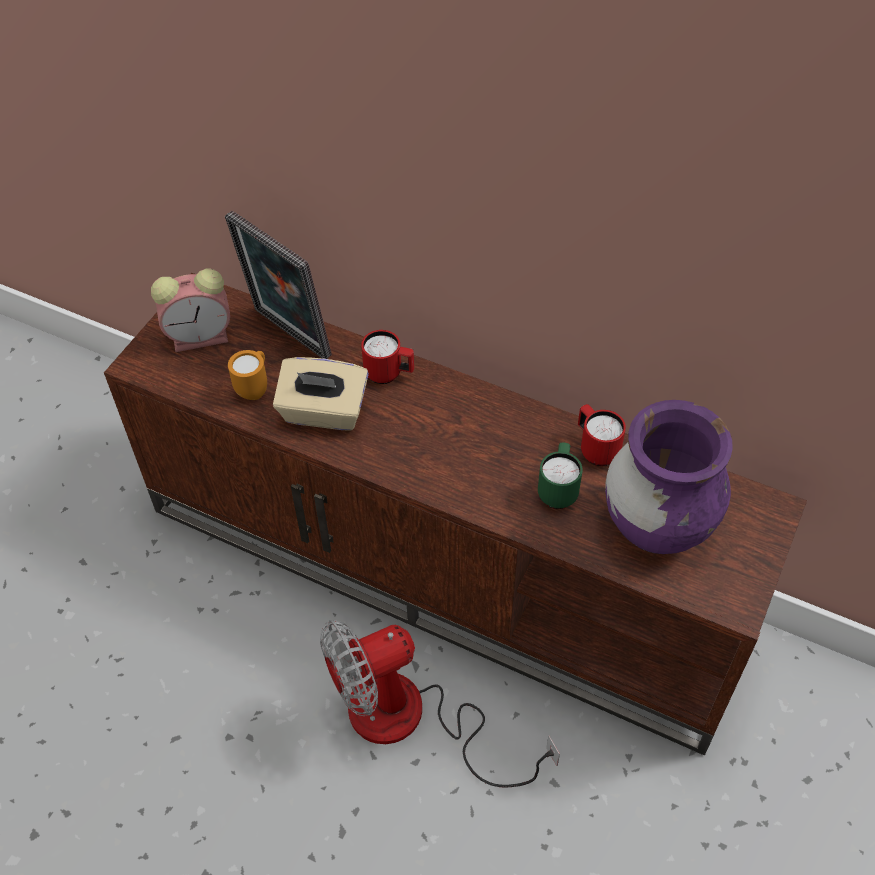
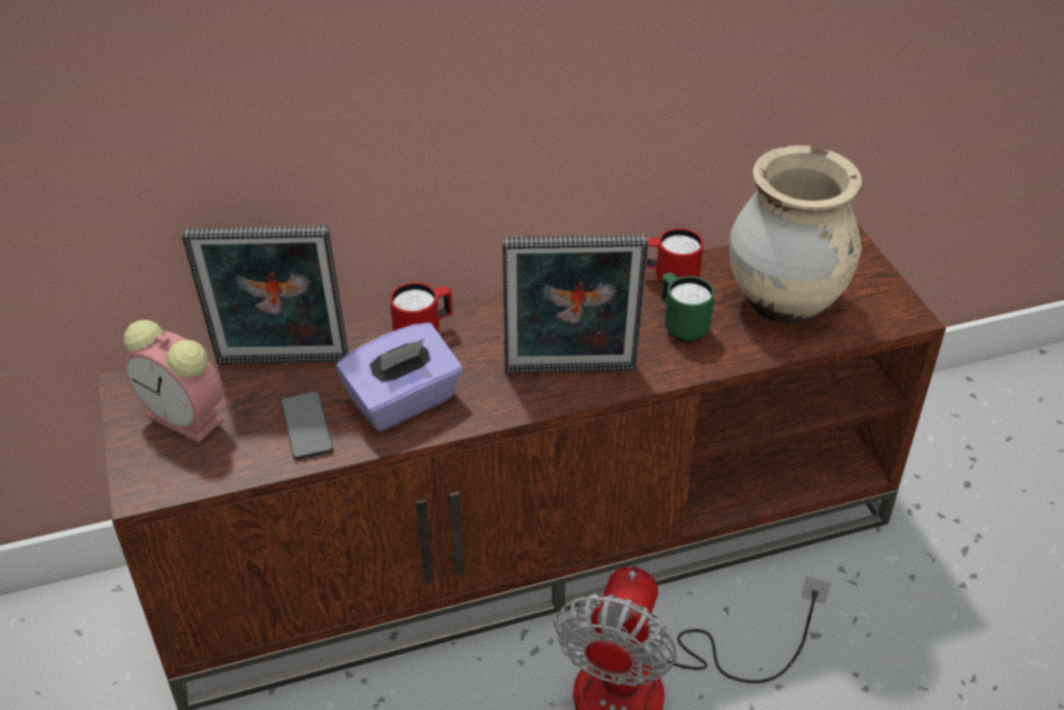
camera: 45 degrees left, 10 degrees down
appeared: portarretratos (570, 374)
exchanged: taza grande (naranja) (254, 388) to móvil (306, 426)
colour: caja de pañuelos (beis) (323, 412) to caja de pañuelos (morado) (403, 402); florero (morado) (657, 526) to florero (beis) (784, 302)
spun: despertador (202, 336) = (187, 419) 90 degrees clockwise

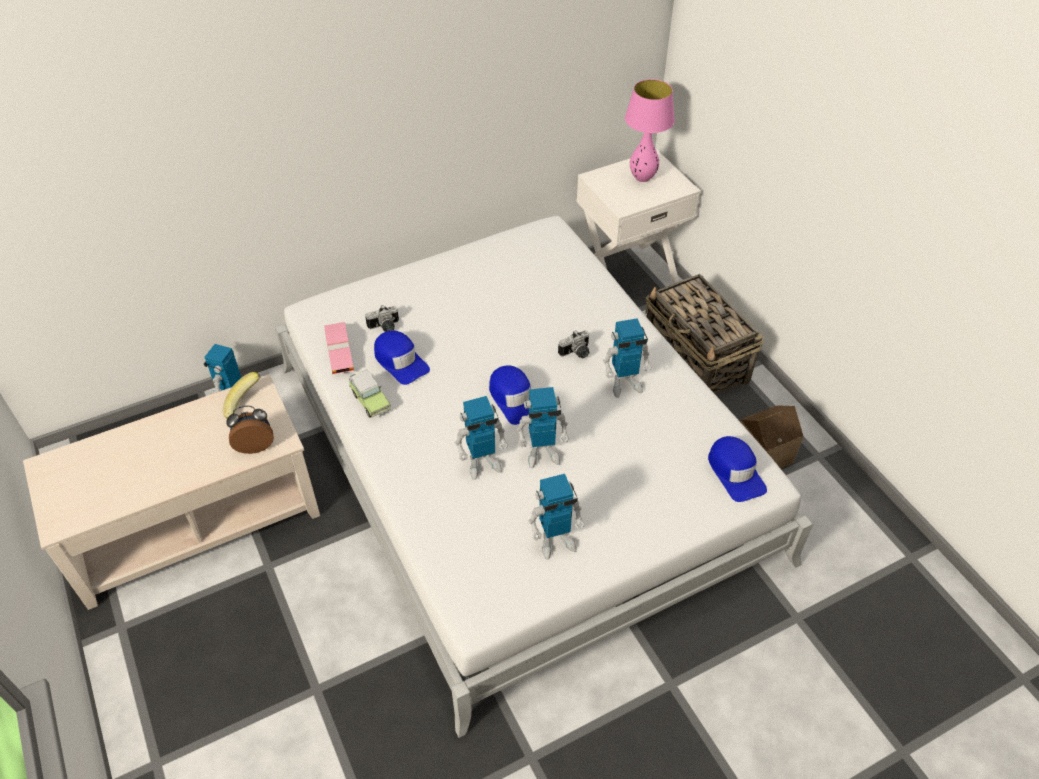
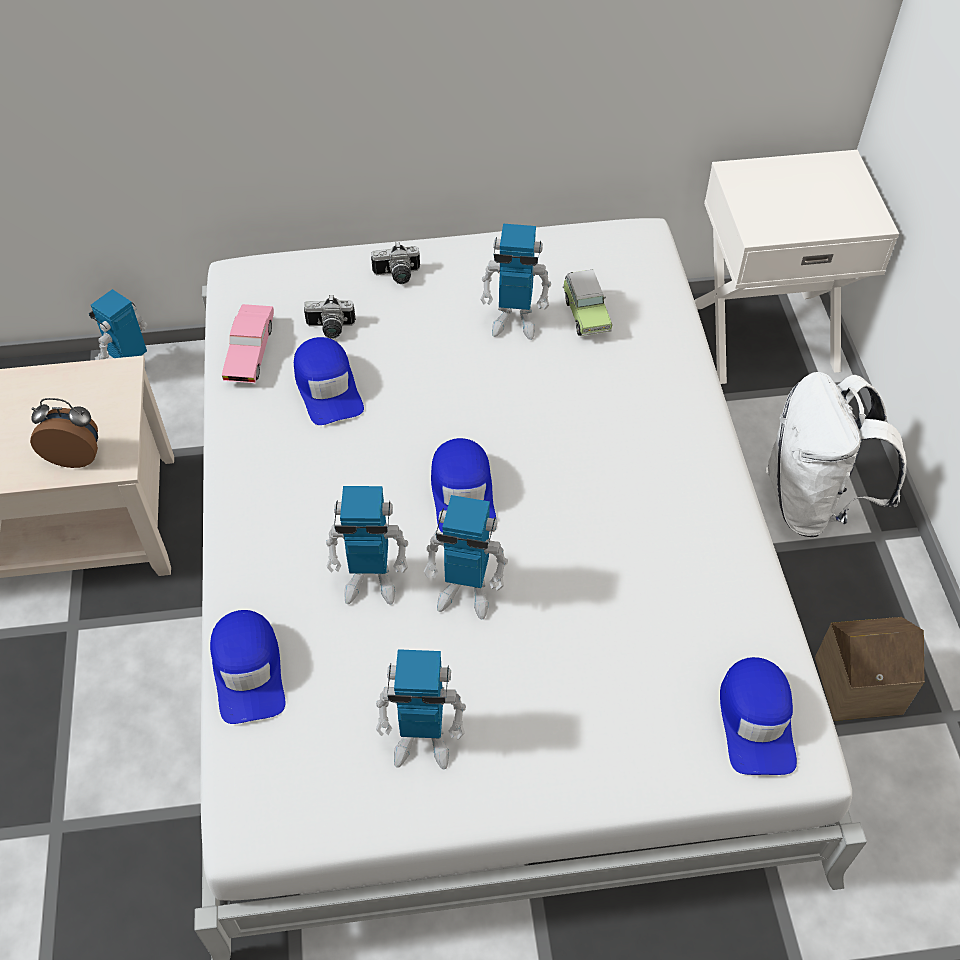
camera: 20 degrees right, 5 degrees up
missing: lámpara de mesa (rosa) (642, 178); plátano (245, 408)
appeared: gorra (azul) (248, 670)
relocated: robot de juguete (624, 383) to (514, 321); cámara (576, 353) to (397, 276); coche de juguete (370, 400) to (585, 313)
exchanged: cesta (696, 362) to mochila (blanco) (813, 502)

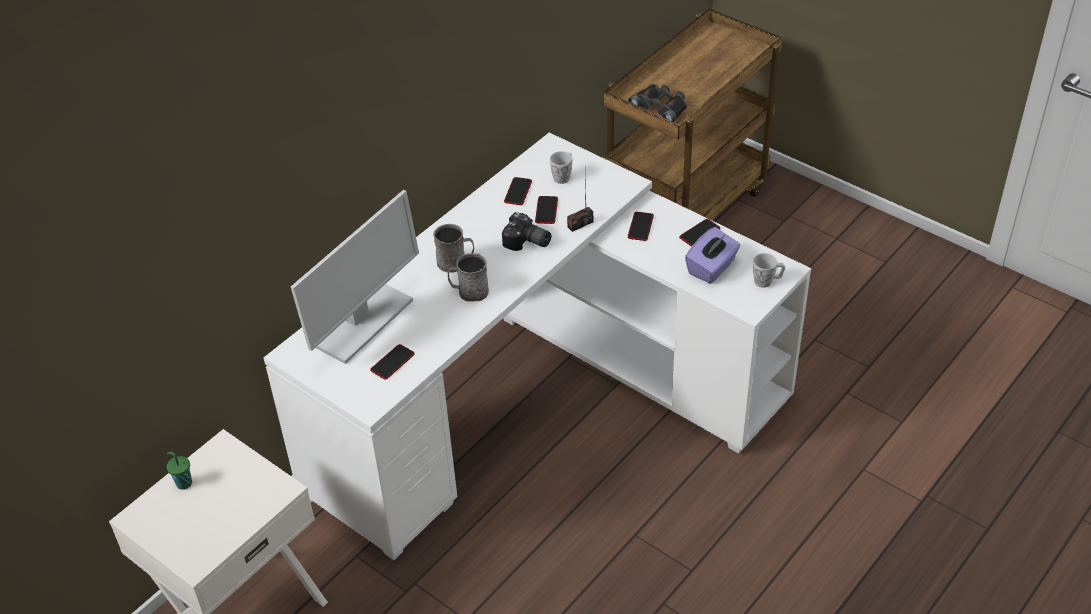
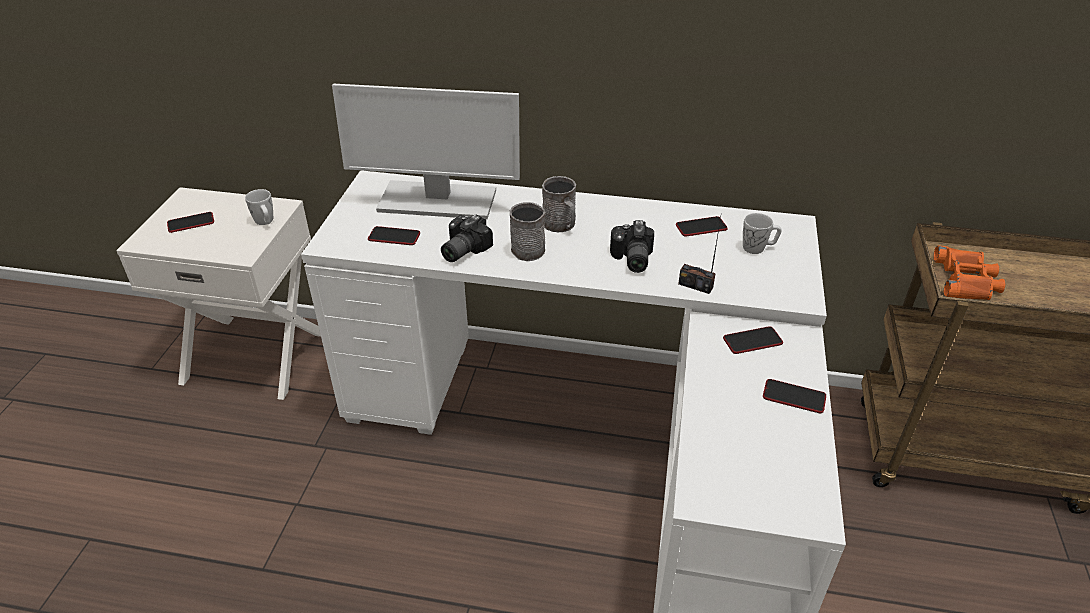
camera: 60 degrees right, 5 degrees down
missing: caja de pañuelos (morado) (712, 268); taza (verde) (183, 483)
appeared: cámara (461, 250)
relocated: móvil (546, 210) to (191, 223); taza grande (blanco) (767, 281) to (265, 222)
colour: prismáticos (negro) (661, 106) to prismáticos (naranja) (966, 280)

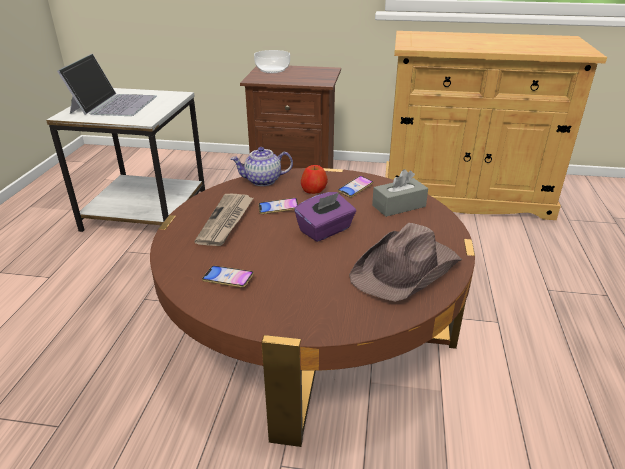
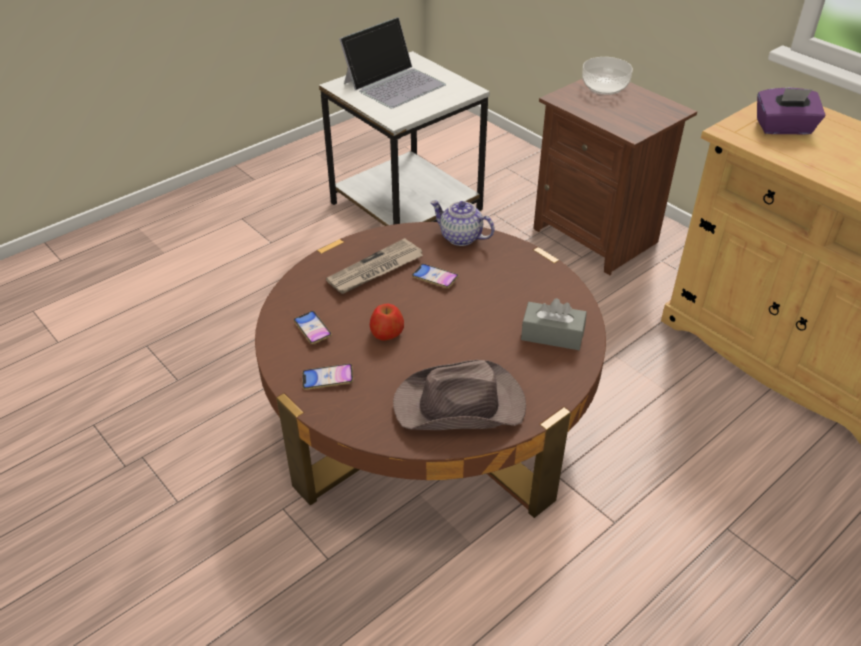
camera: 40 degrees right, 10 degrees up
relocated: manzana (314, 190) to (386, 333); móvil (355, 189) to (328, 379); caja de pañuelos (morado) (325, 230) to (784, 128)

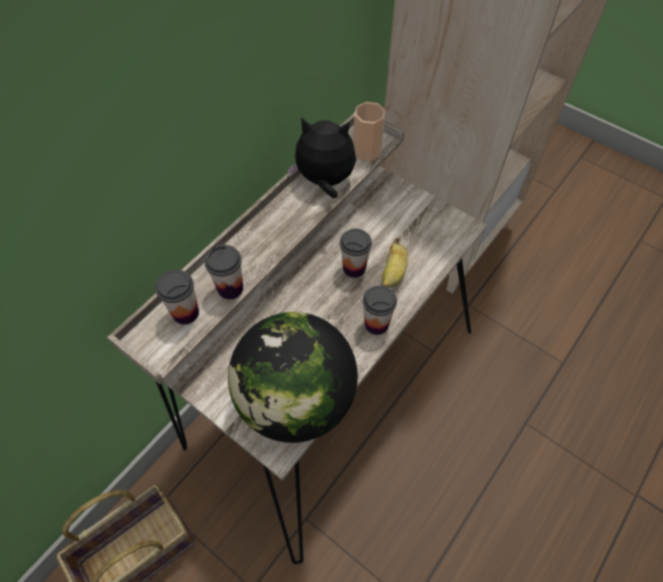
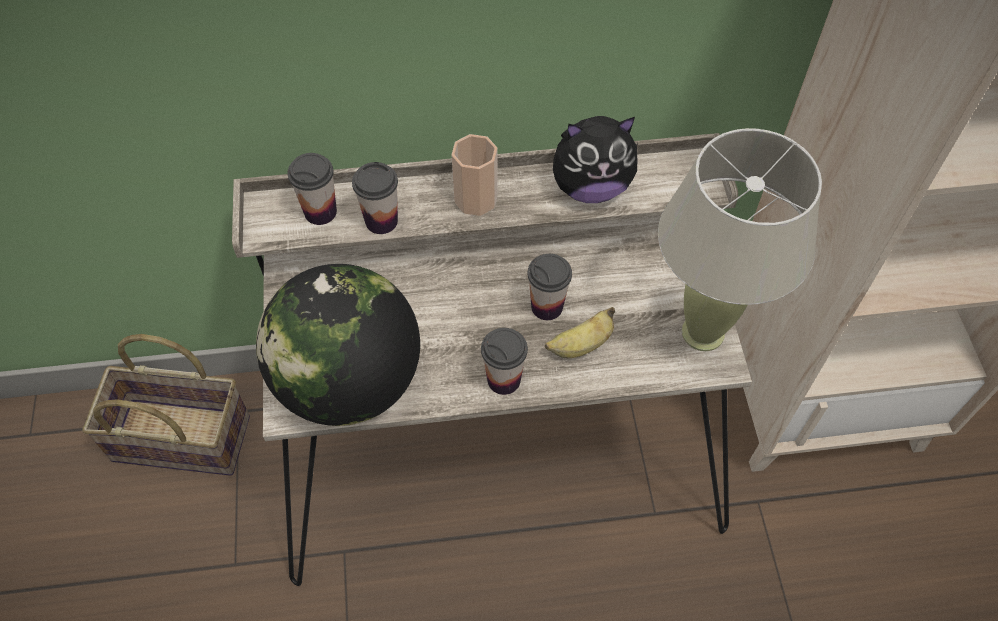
camera: 45 degrees right, 0 degrees up
appeared: lámpara de mesa (beis) (703, 332)
relocated: taza (367, 151) to (476, 199)
spun: peluche (325, 181) = (590, 187) 120 degrees clockwise

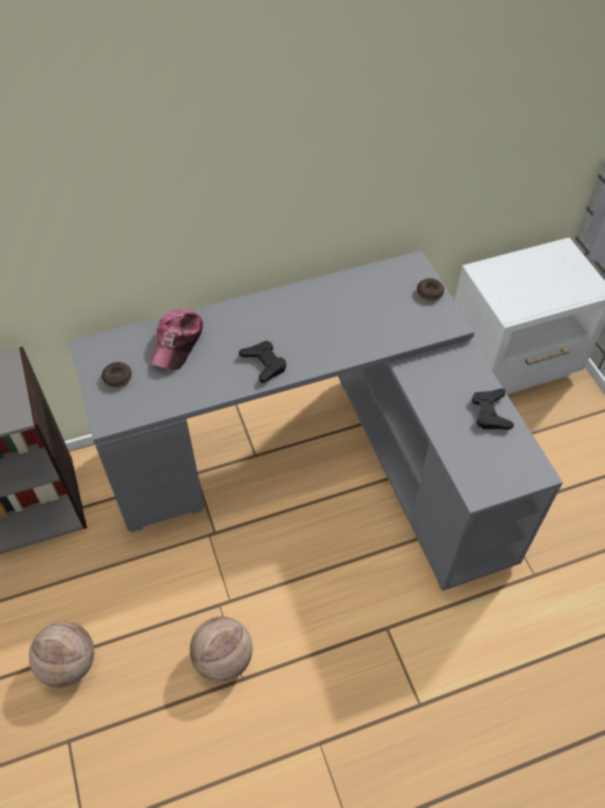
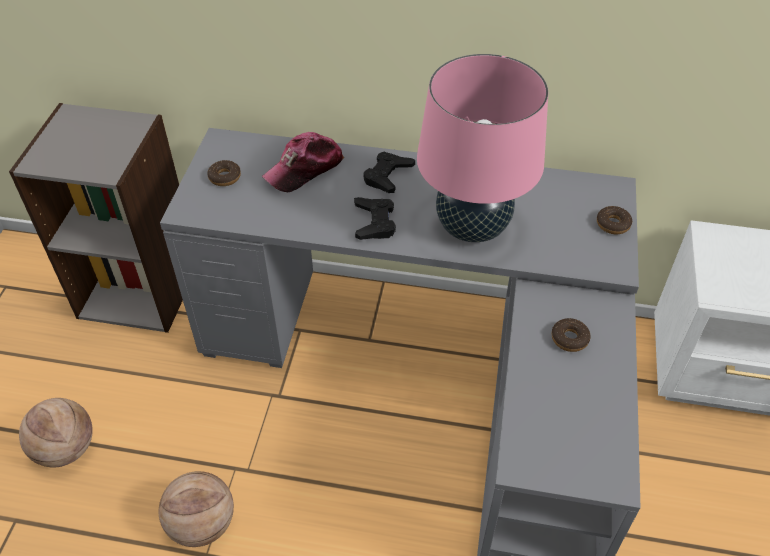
camera: 30 degrees right, 5 degrees down
appeared: lámpara de mesa (rosa) (472, 227); rosquilla (569, 338)
relocated: mando de consola (negro) (490, 412) to (387, 176)

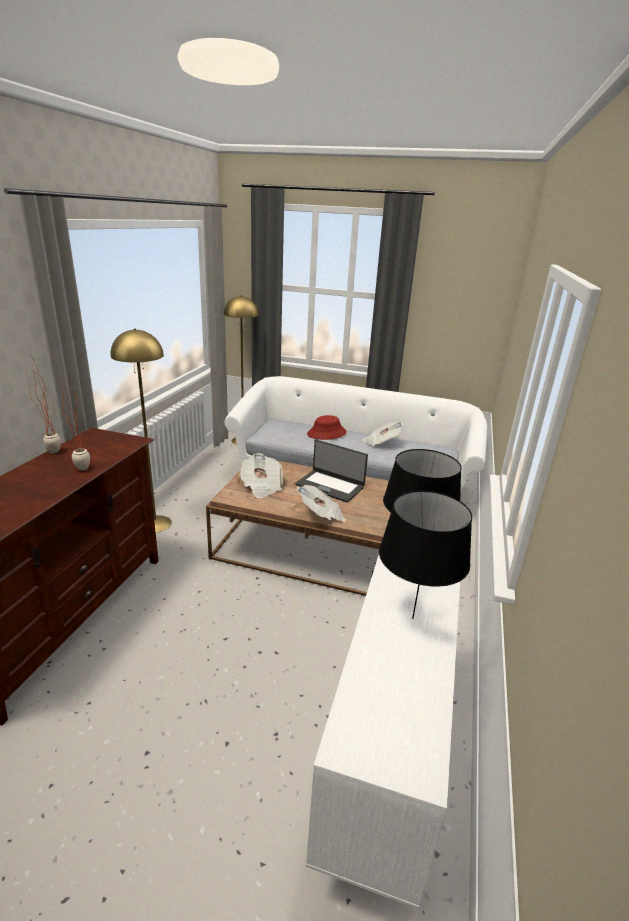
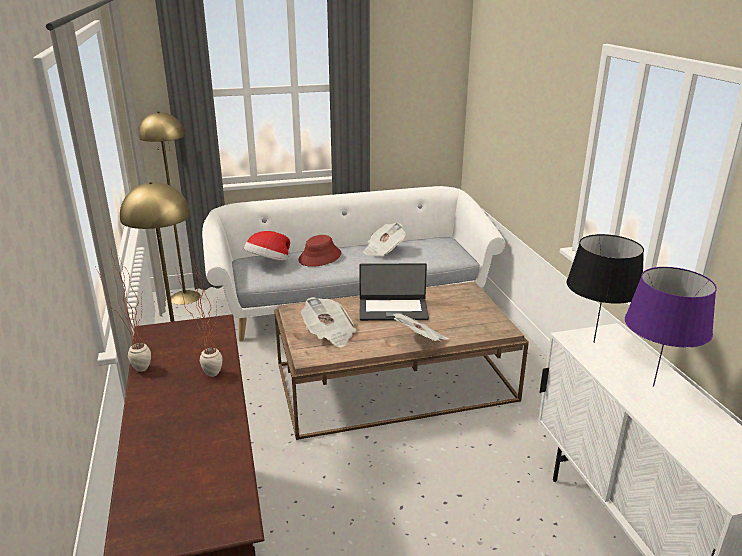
camera: 30 degrees left, 0 degrees up
appeared: sombrero (268, 263)
colour: lámpara de mesa (negro) (413, 619) to lámpara de mesa (morado) (653, 386)

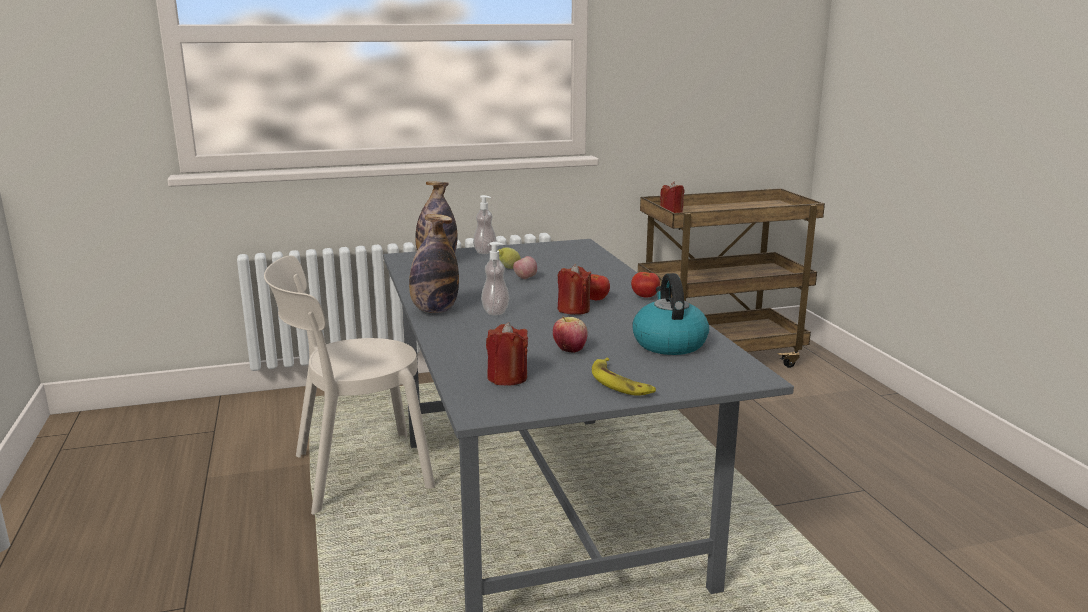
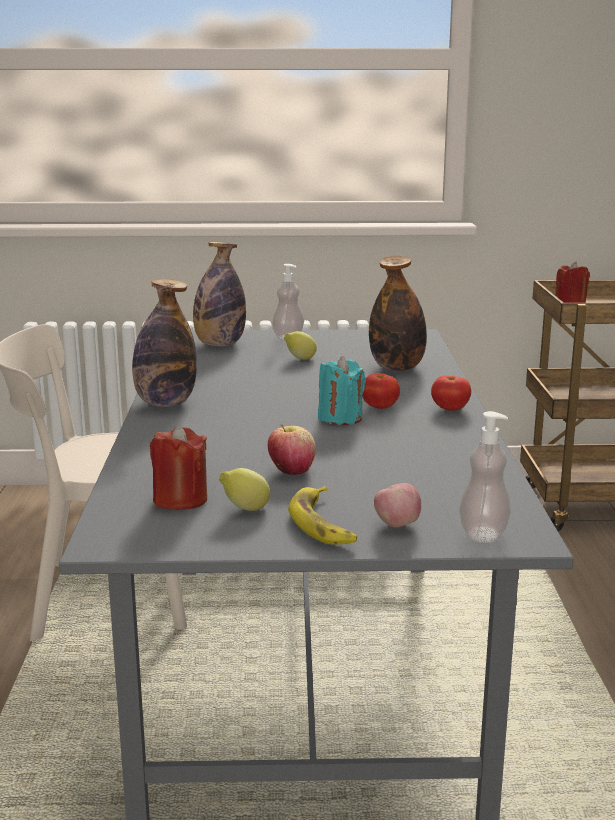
camera: 15 degrees right, 0 degrees up
missing: hervidor (668, 343)
appeared: botella (397, 368); limón (245, 509)
relocated: dispensador de jabón (495, 312) to (483, 534); manzana (525, 278) to (396, 525)
colour: vela (rojo) (573, 309) to vela (turquesa) (340, 418)

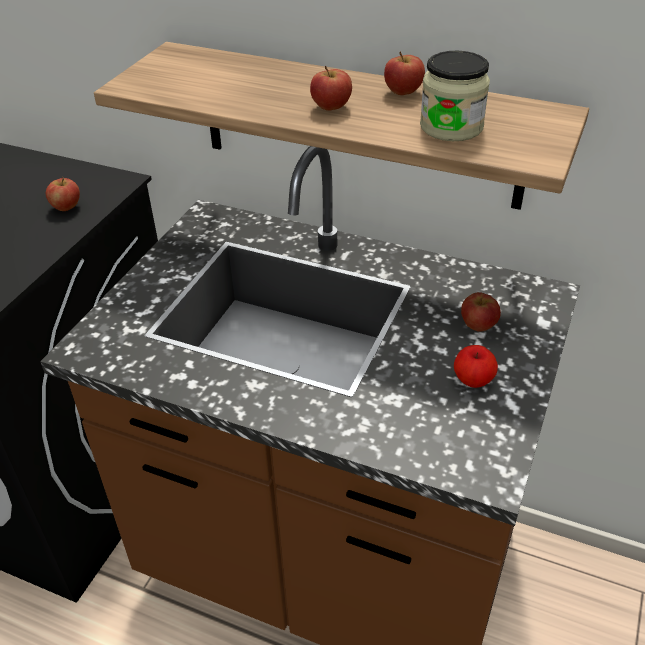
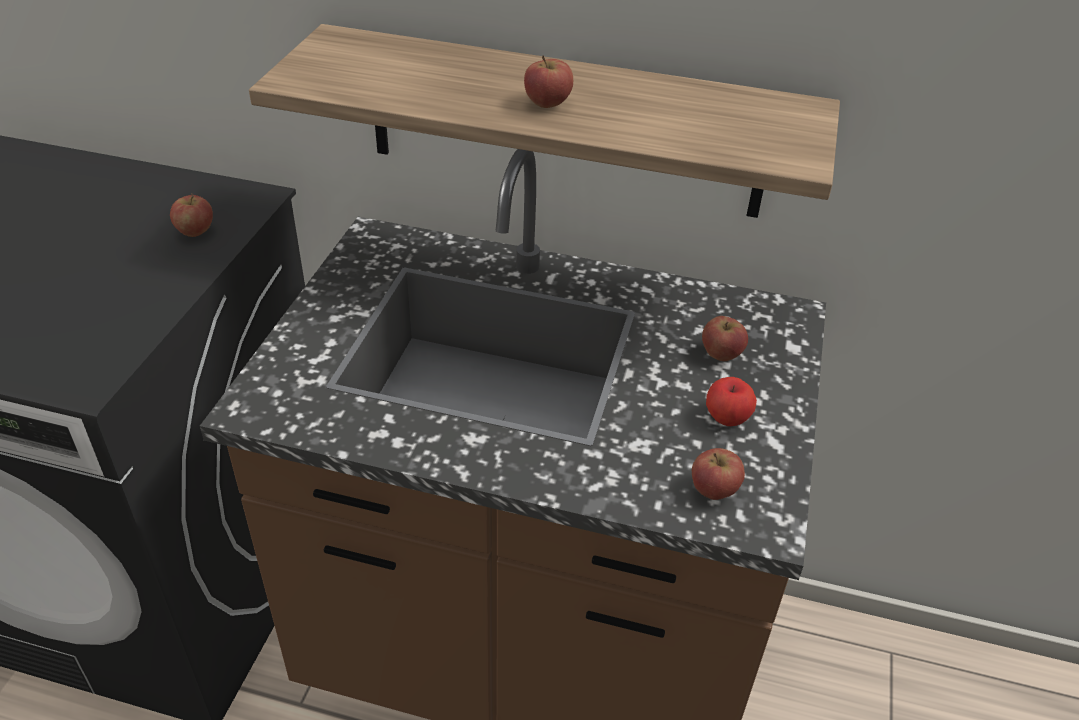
camera: 10 degrees left, 0 degrees up
missing: tarro (451, 127)
relocated: manzana (403, 92) to (714, 491)

